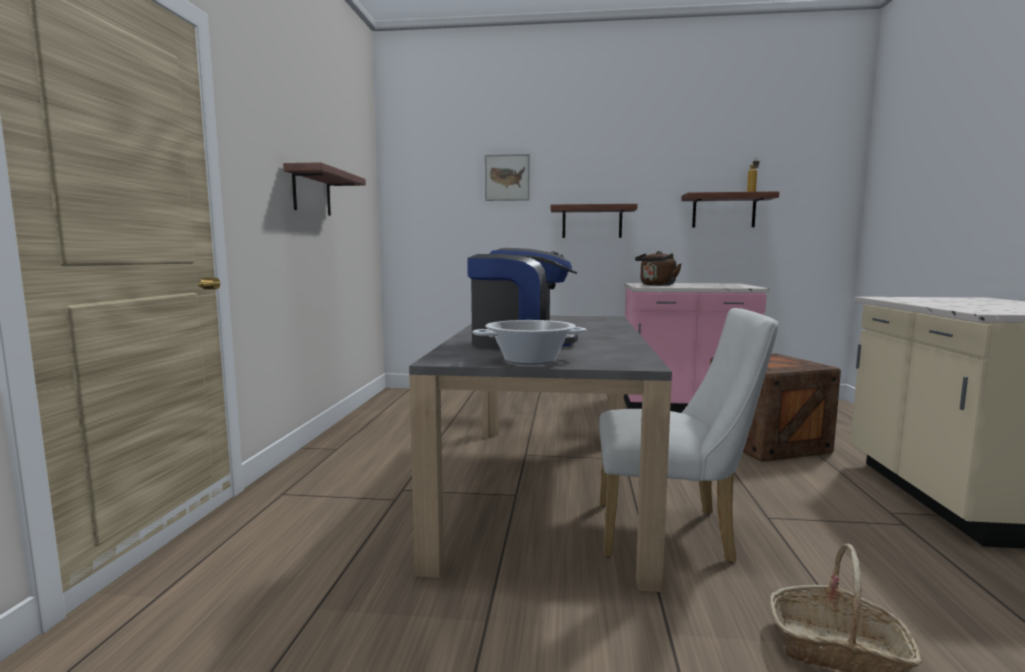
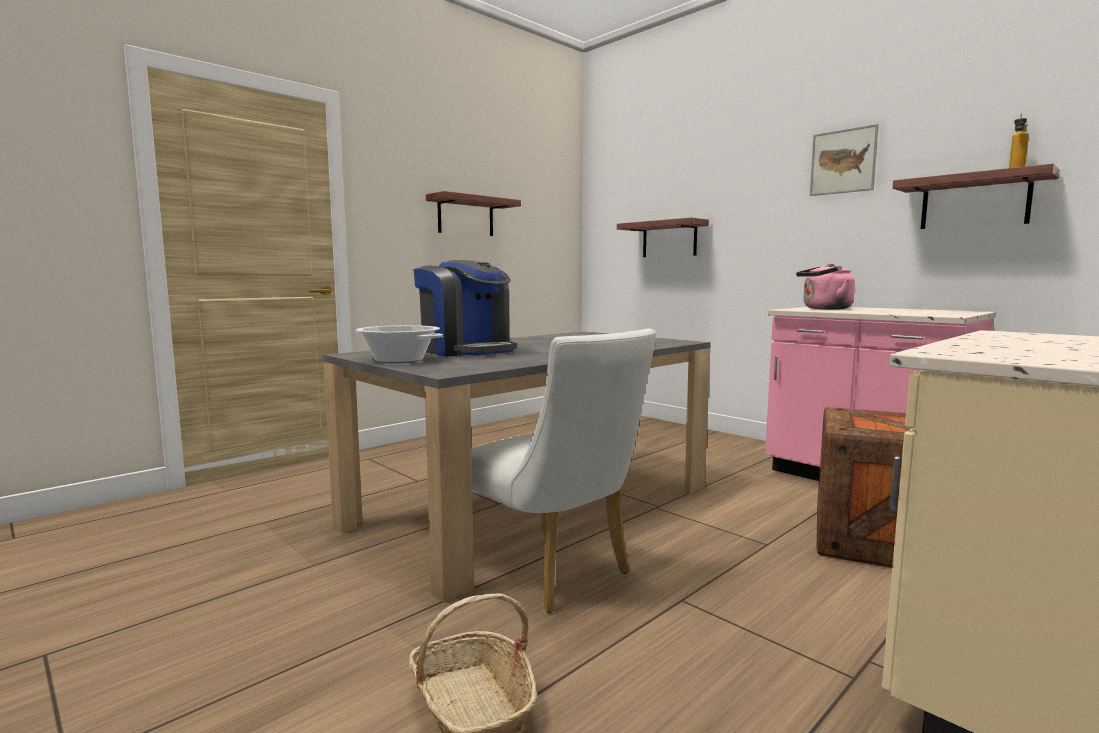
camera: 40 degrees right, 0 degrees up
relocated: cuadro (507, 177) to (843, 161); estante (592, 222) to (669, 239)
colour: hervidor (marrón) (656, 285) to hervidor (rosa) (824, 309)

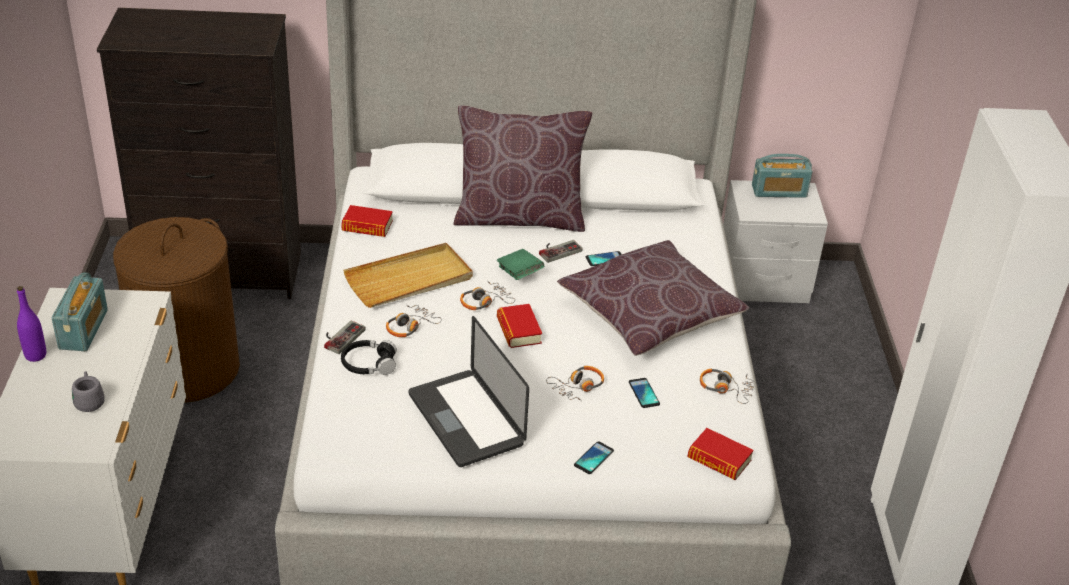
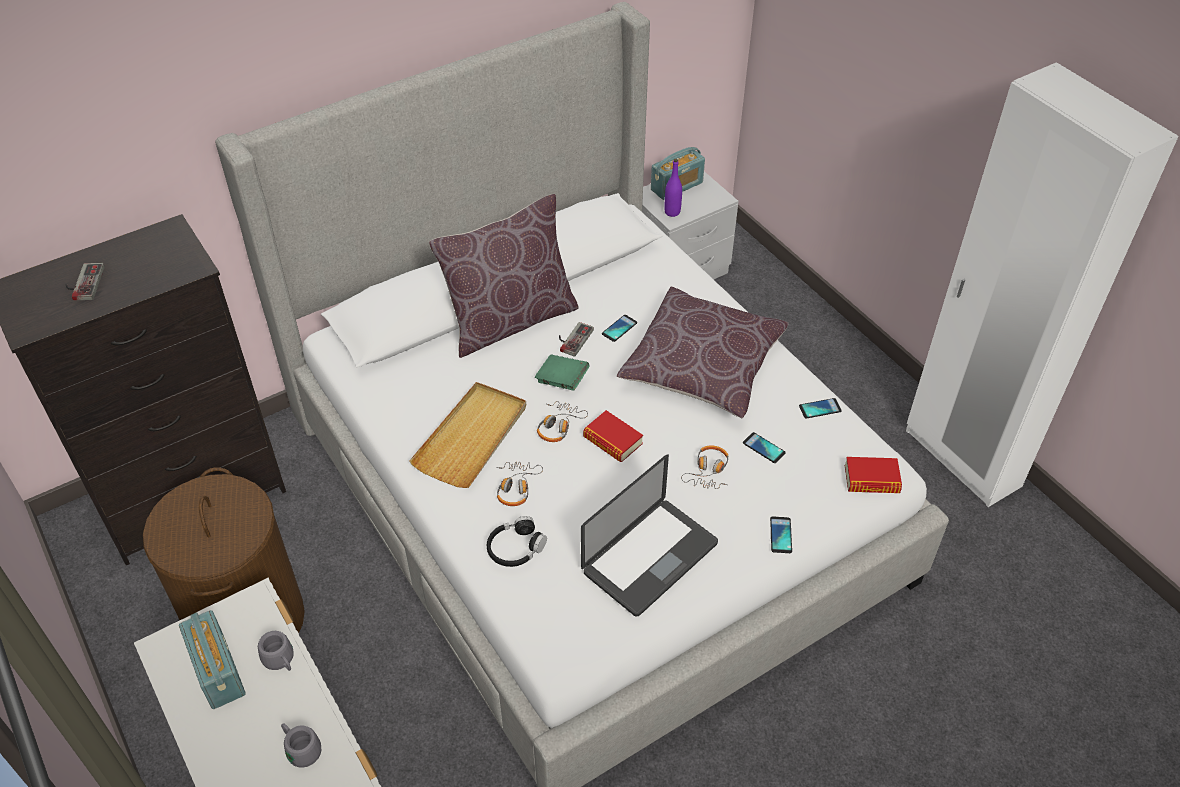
camera: 30 degrees left, 10 degrees up
missing: libro (367, 226)
appeared: taza grande (gris) (281, 661)
relocated: botella (morado) (35, 355) to (672, 212); mando de consola (340, 336) to (83, 283)
exchanged: auriculares (725, 389) to móvil (820, 409)
spun: portátil (466, 419) = (650, 558) 75 degrees counterclockwise

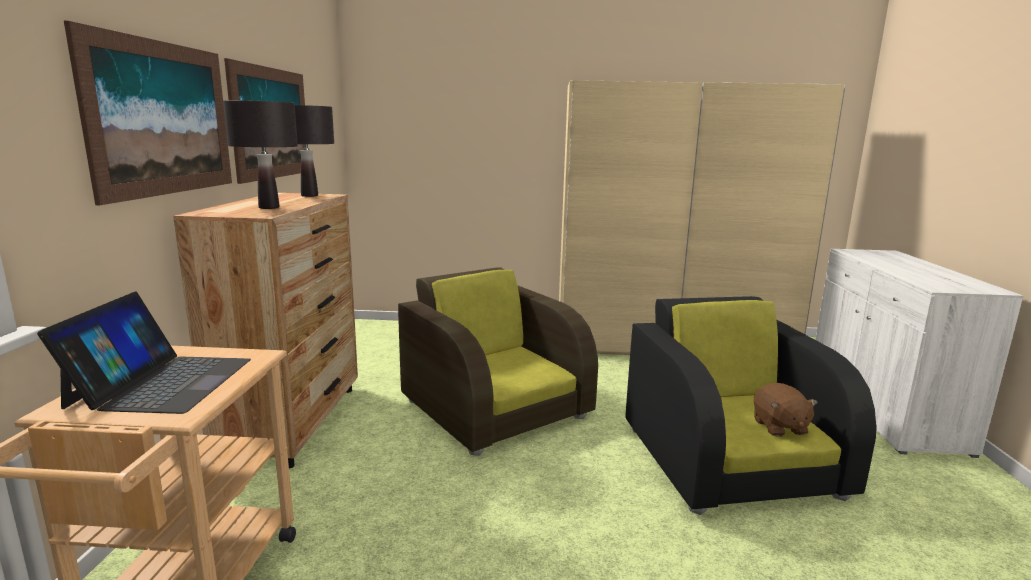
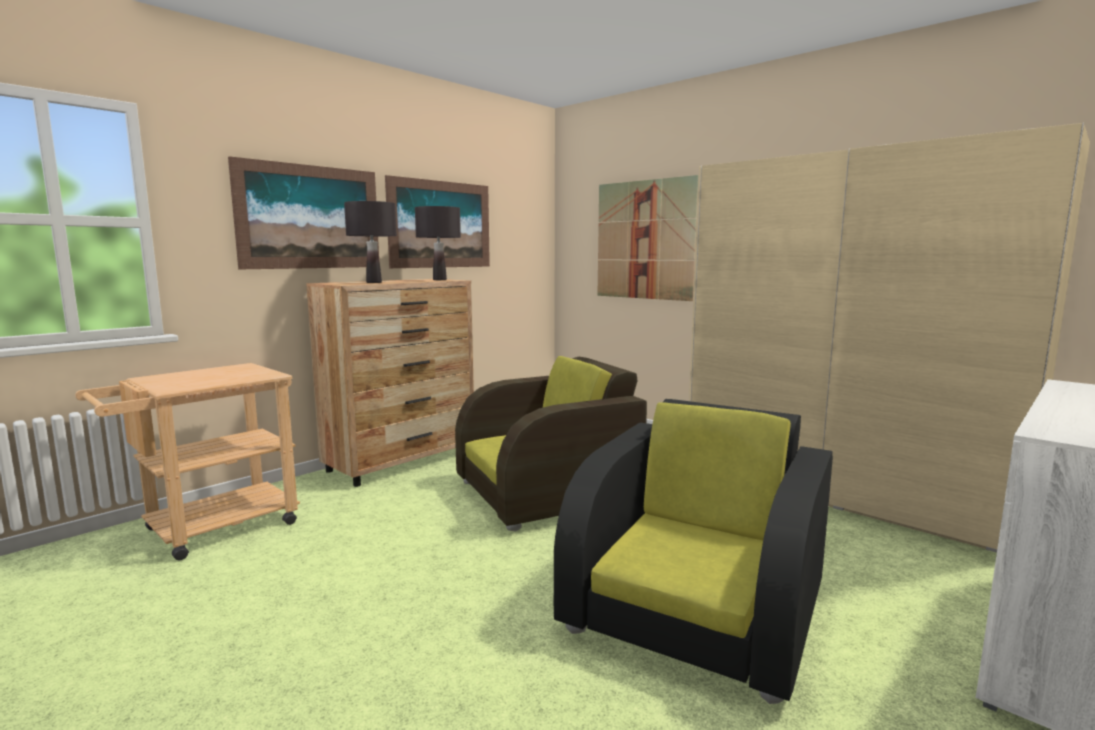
camera: 40 degrees right, 5 degrees down
missing: portátil (162, 382); peluche (marrón) (779, 427)
appeared: cuadro (644, 240)
spun: sillón (marrón) (494, 408) = (547, 493) 60 degrees clockwise

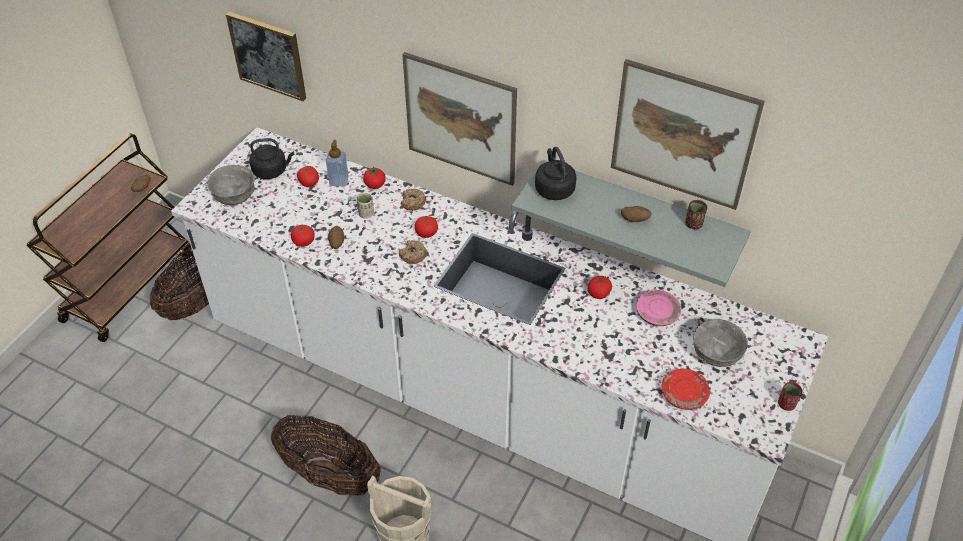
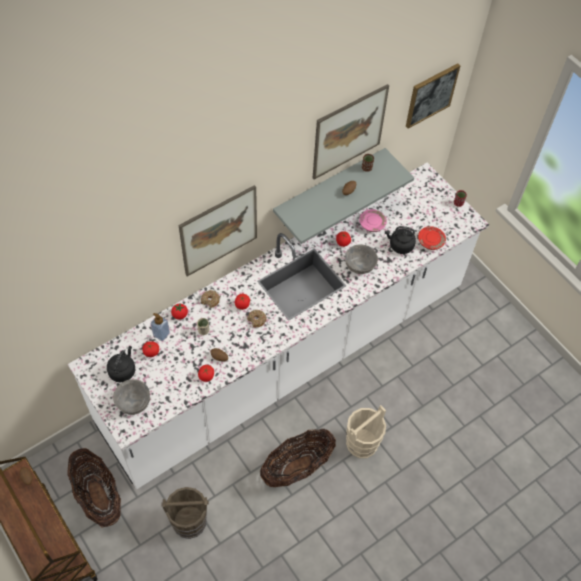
camera: 65 degrees left, 10 degrees up
appeared: cubo (marrón) (189, 521)
relocated: cuadro (268, 55) to (431, 95); hervidor (negro) (554, 188) to (400, 245); cuenco (gris) (715, 354) to (359, 266)

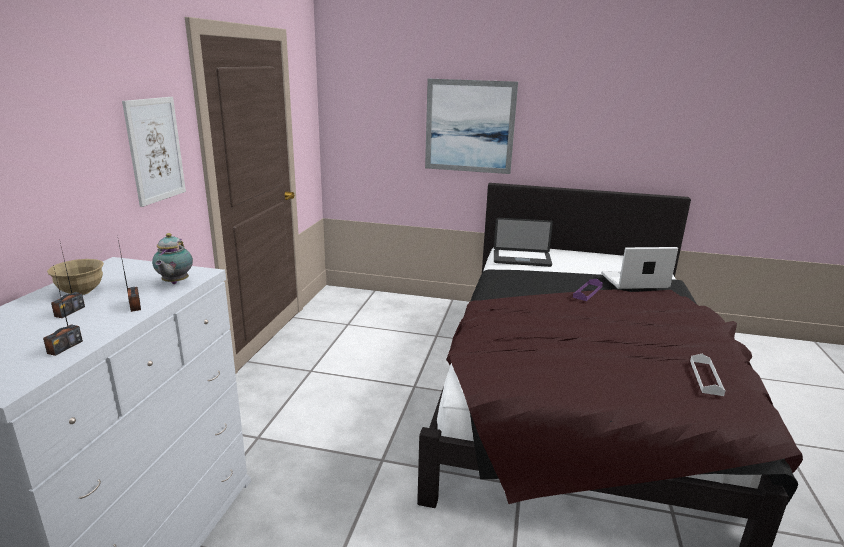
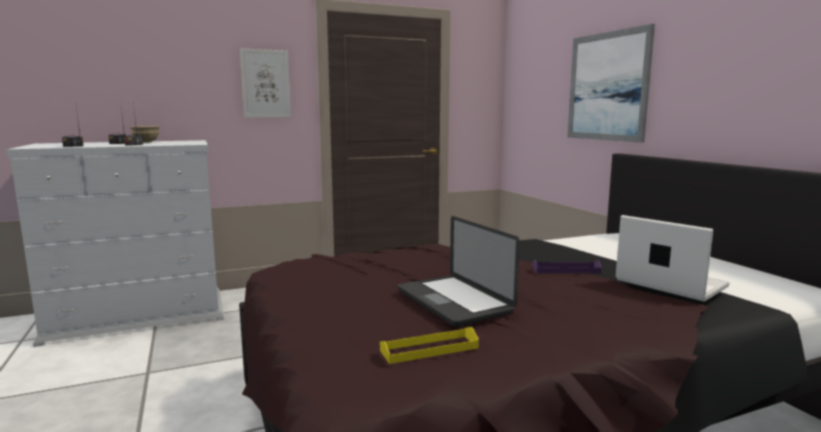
camera: 55 degrees right, 10 degrees down
missing: tetera (174, 283)
relocated: portátil (521, 259) to (453, 301)
colour: bandeja (blanco) (706, 377) to bandeja (amarillo) (429, 349)

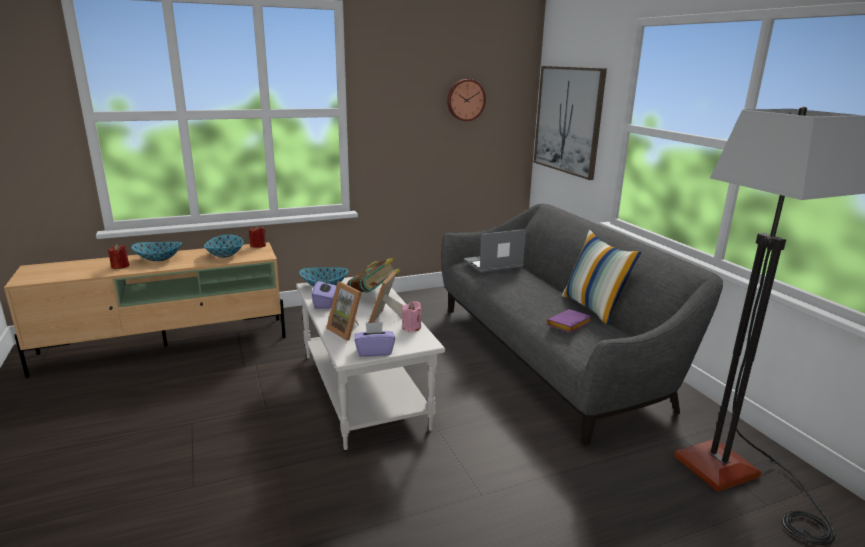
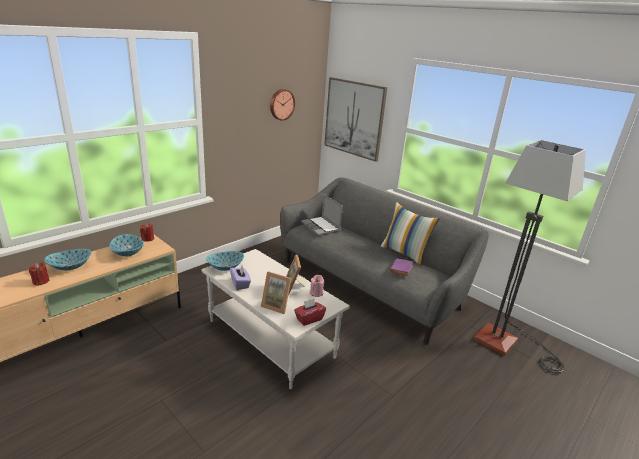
camera: 25 degrees left, 5 degrees up
missing: libro (373, 295)
colour: caja de pañuelos (morado) (374, 351) to caja de pañuelos (rojo) (309, 319)
spun: portátil (493, 264) = (321, 227) 75 degrees counterclockwise

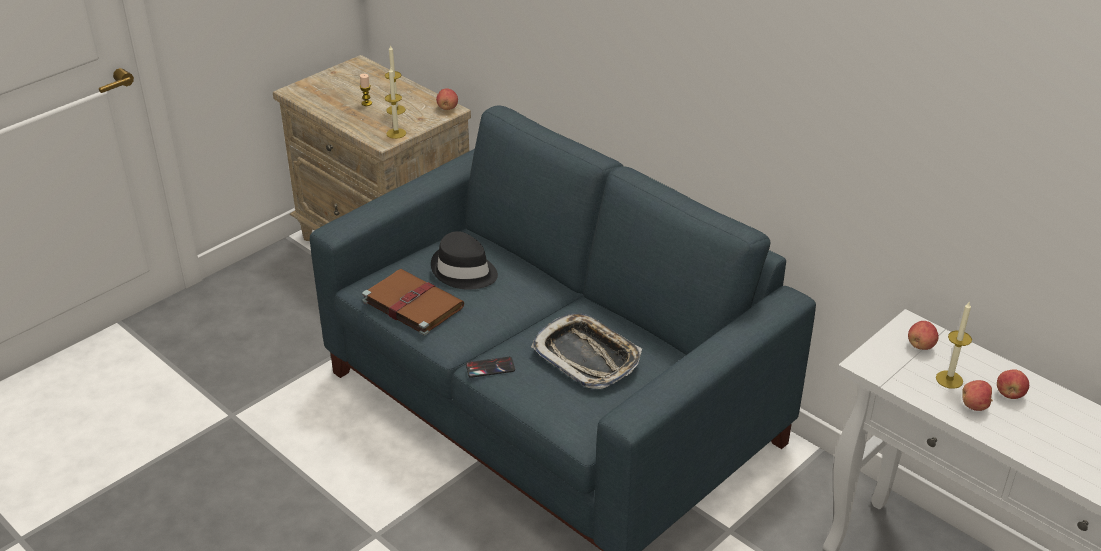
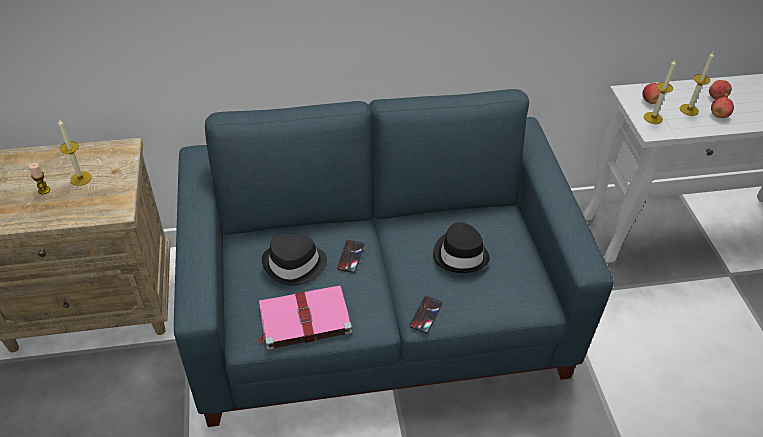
camera: 55 degrees left, 10 degrees up
missing: manzana (447, 108)
appeared: móvil (350, 256)
relocated: vela (396, 133) to (653, 118)
exchanged: bandeja (587, 356) to sombrero (negro) (460, 254)
colour: libro (marrón) (411, 303) to libro (rosa) (303, 319)

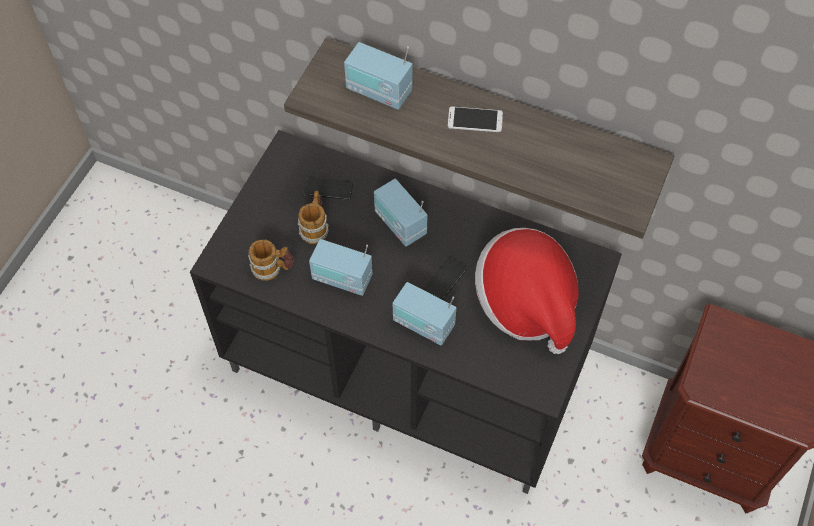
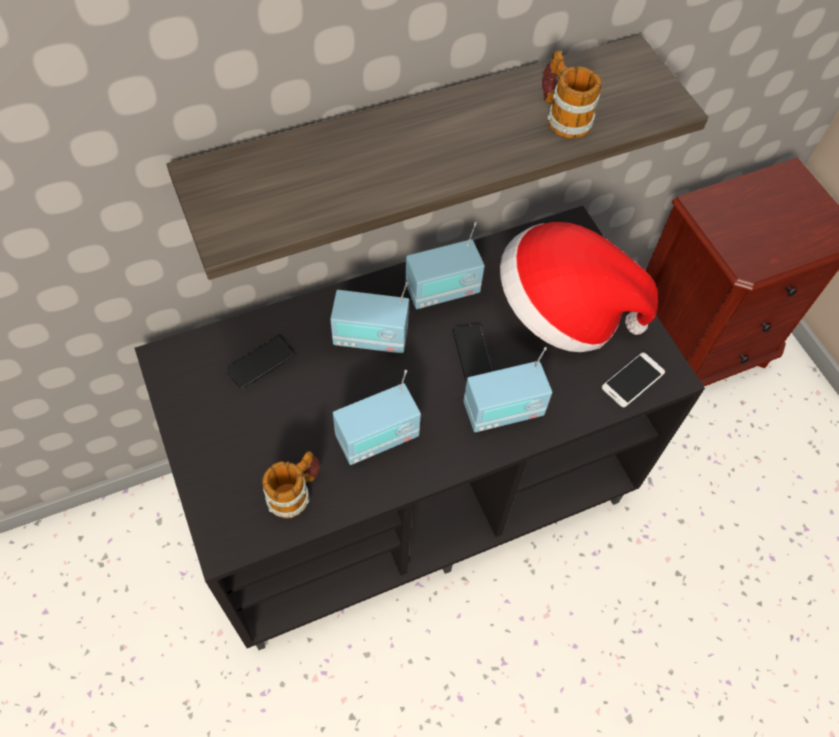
camera: 50 degrees left, 0 degrees up
relocated: radio (378, 91) to (442, 291); móvil (475, 120) to (633, 380); taza grande (315, 227) to (562, 117)

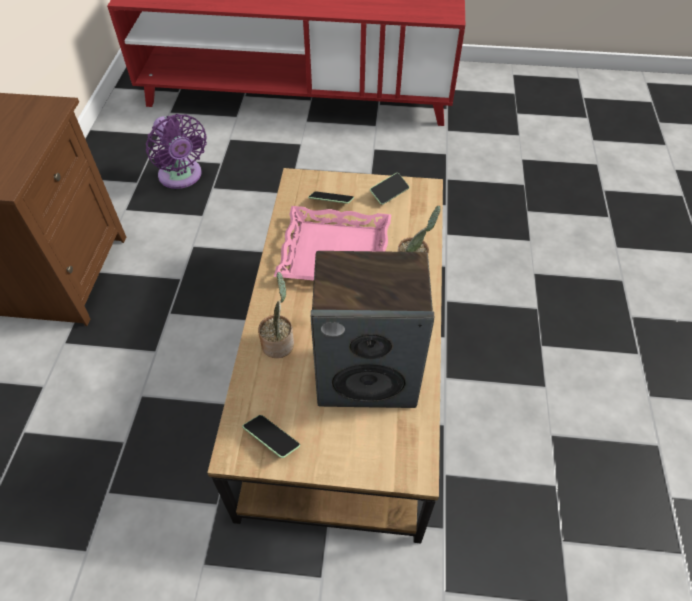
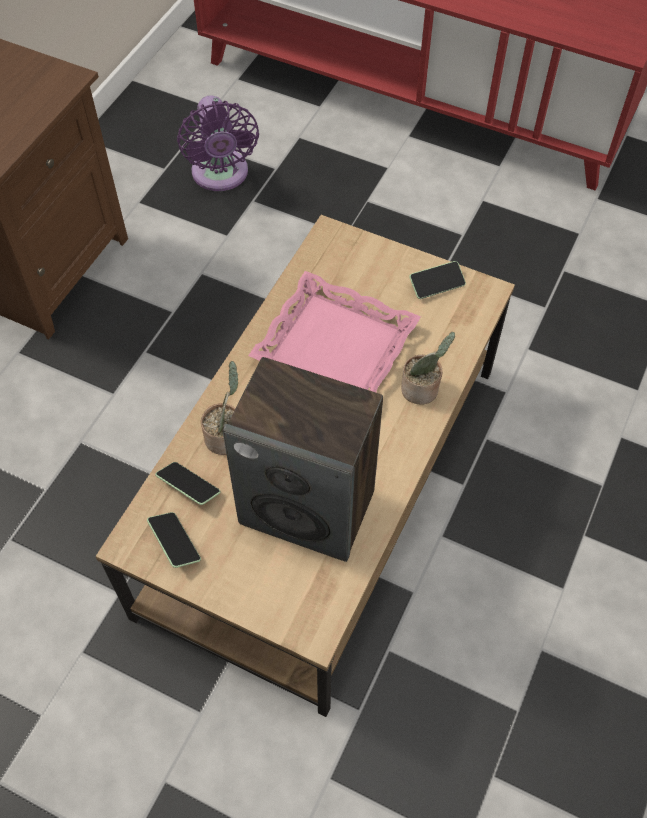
camera: 20 degrees right, 5 degrees up
relocated: móvil (331, 202) to (188, 487)

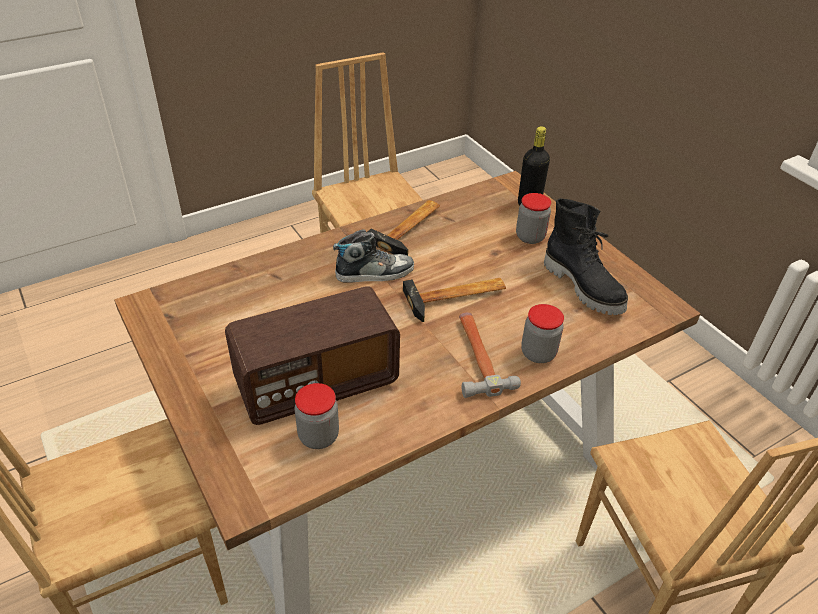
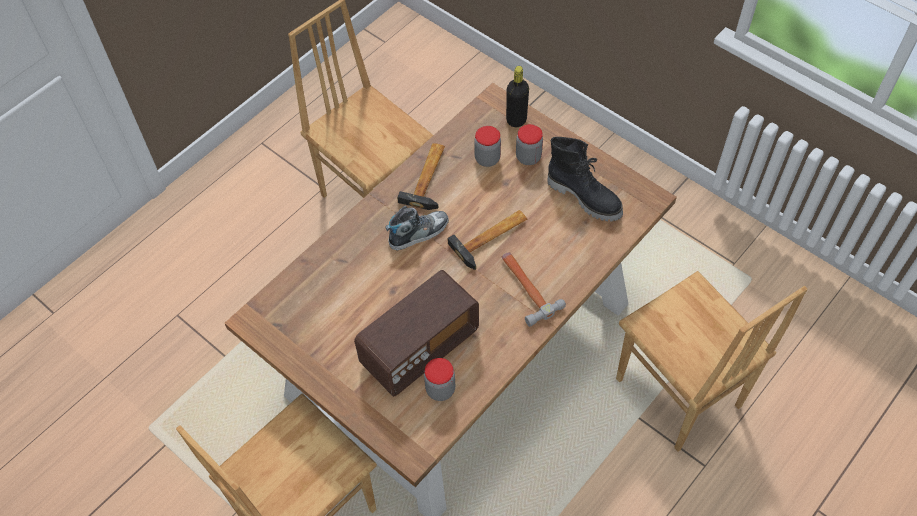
camera: 15 degrees left, 15 degrees up
relocated: tarro (538, 353) to (487, 159)

